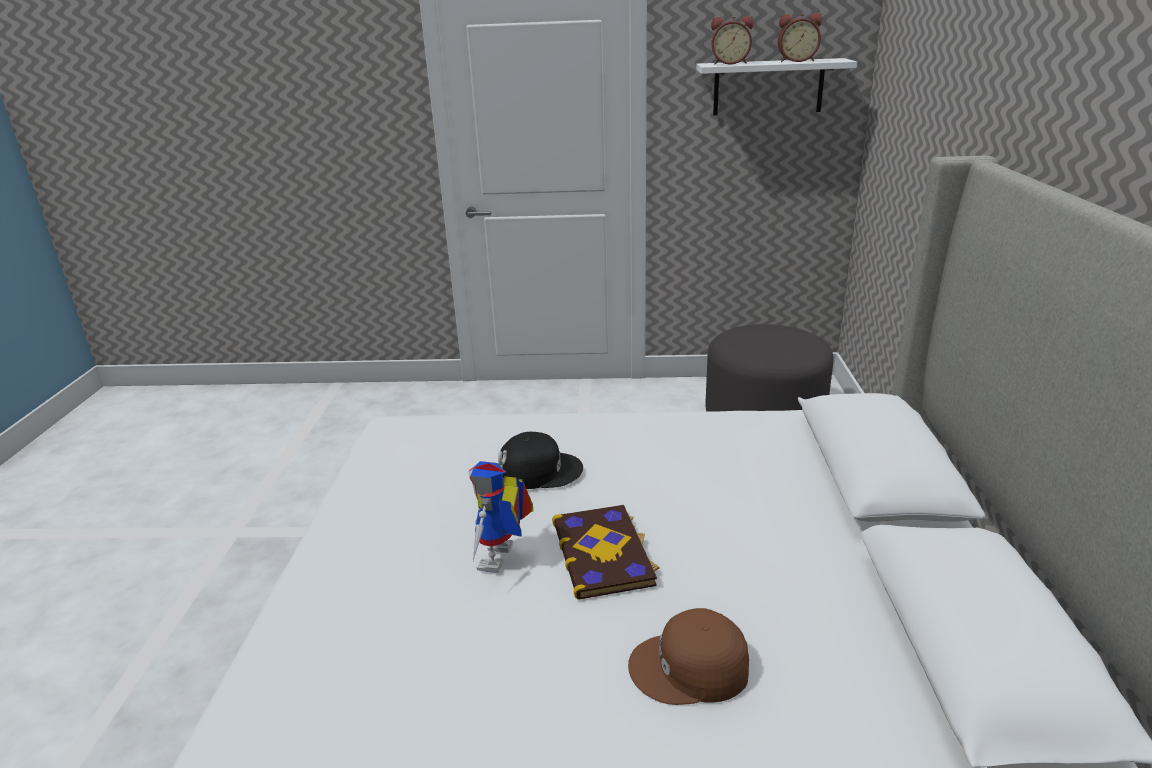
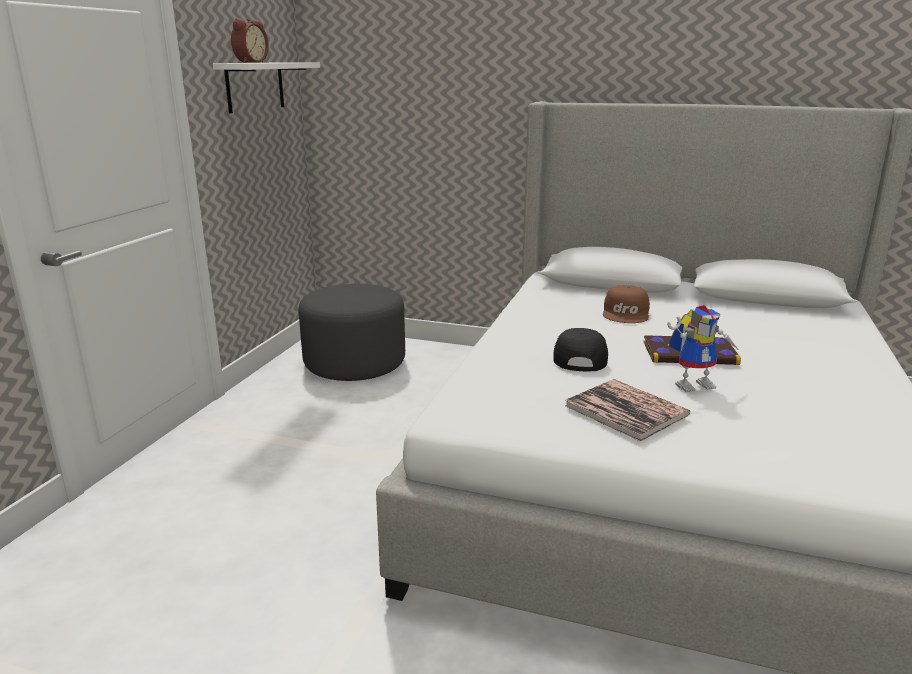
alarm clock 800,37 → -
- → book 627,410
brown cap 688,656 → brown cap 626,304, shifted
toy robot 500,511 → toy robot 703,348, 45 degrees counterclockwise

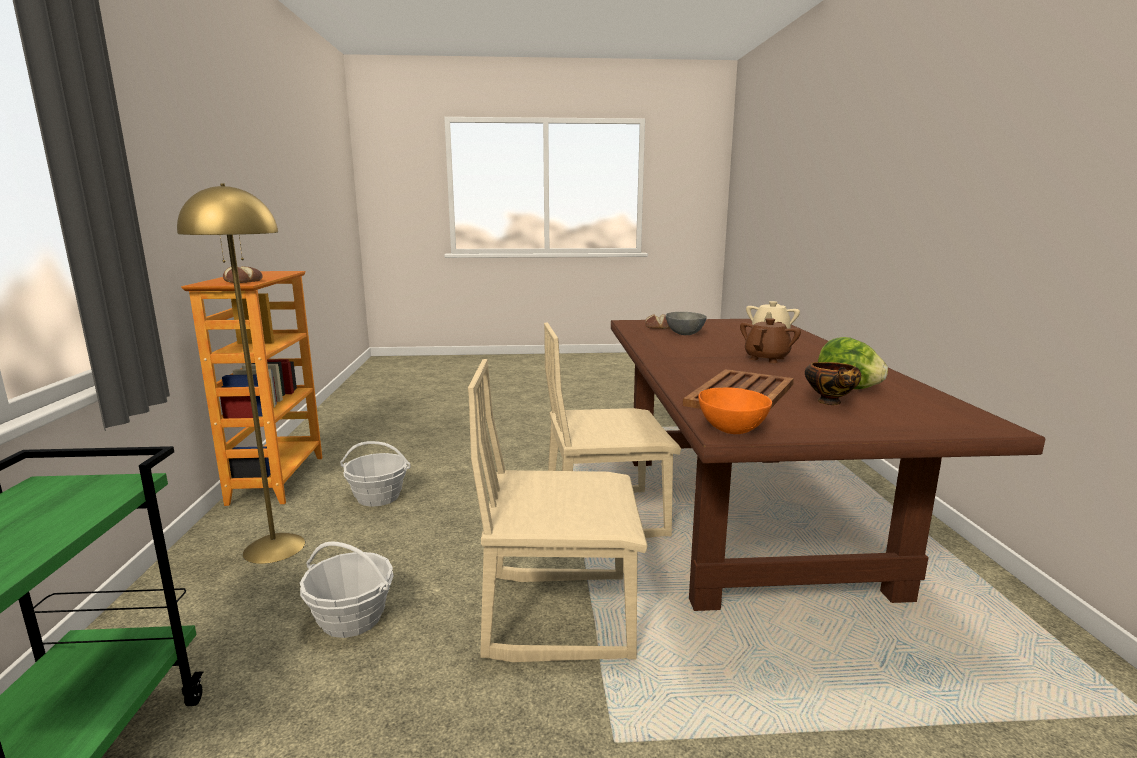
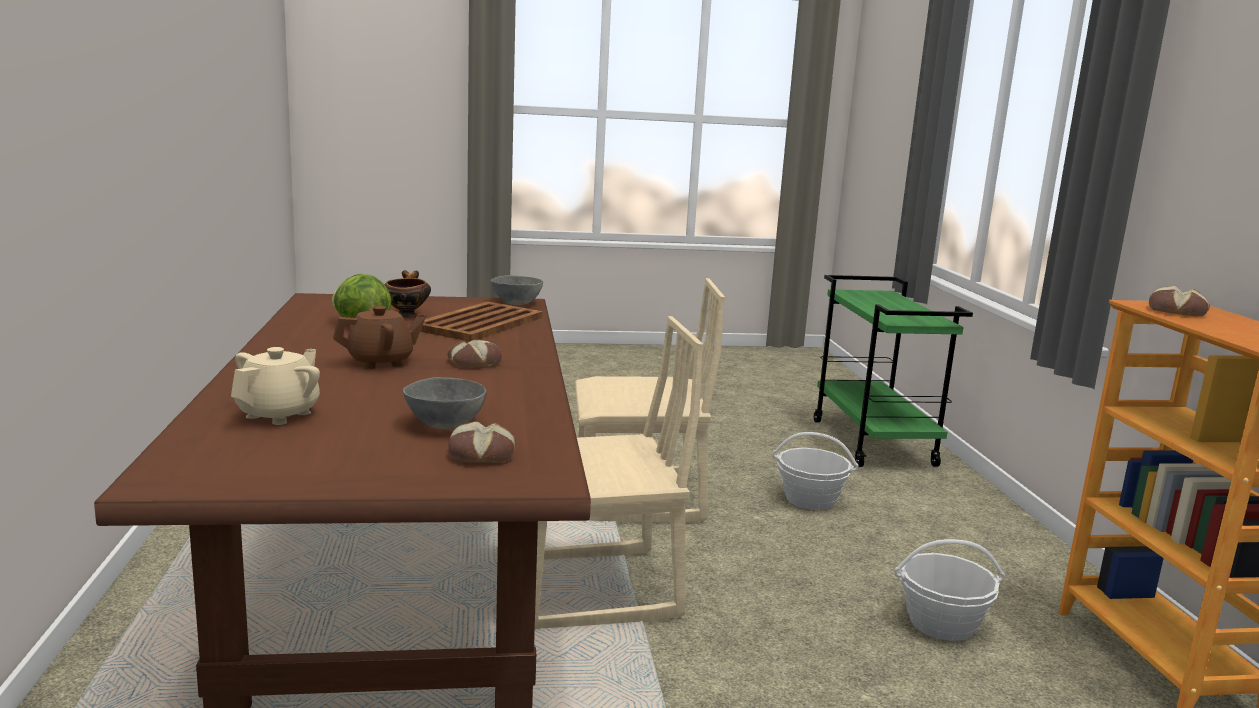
yellow floor lamp 241,373 → -
- → bread 474,354
orange bowl 735,411 → grey bowl 517,290
brown teapot 770,340 → brown teapot 379,337, 150 degrees counterclockwise

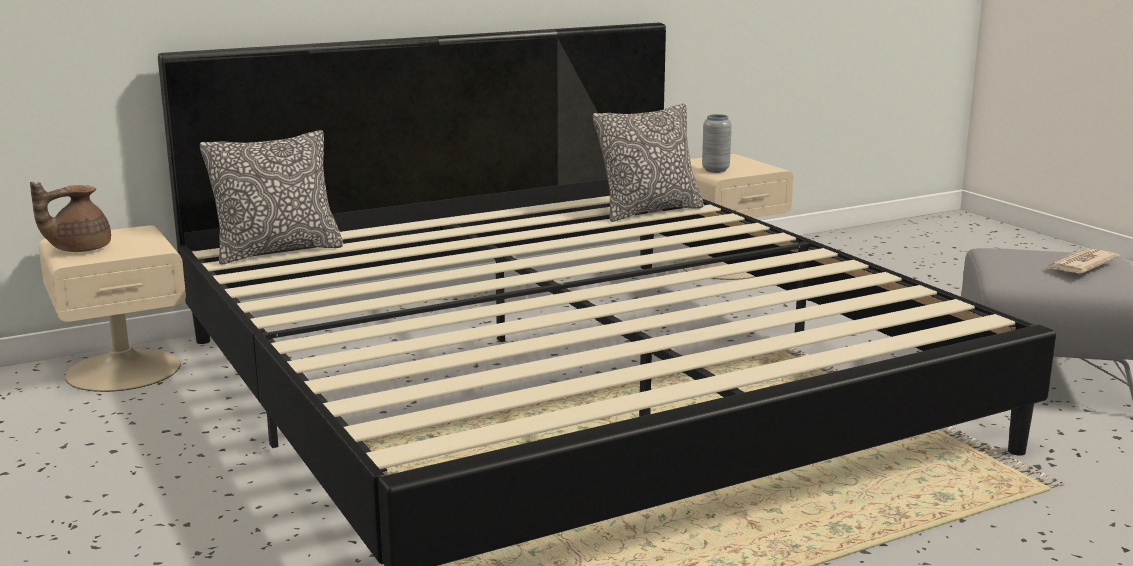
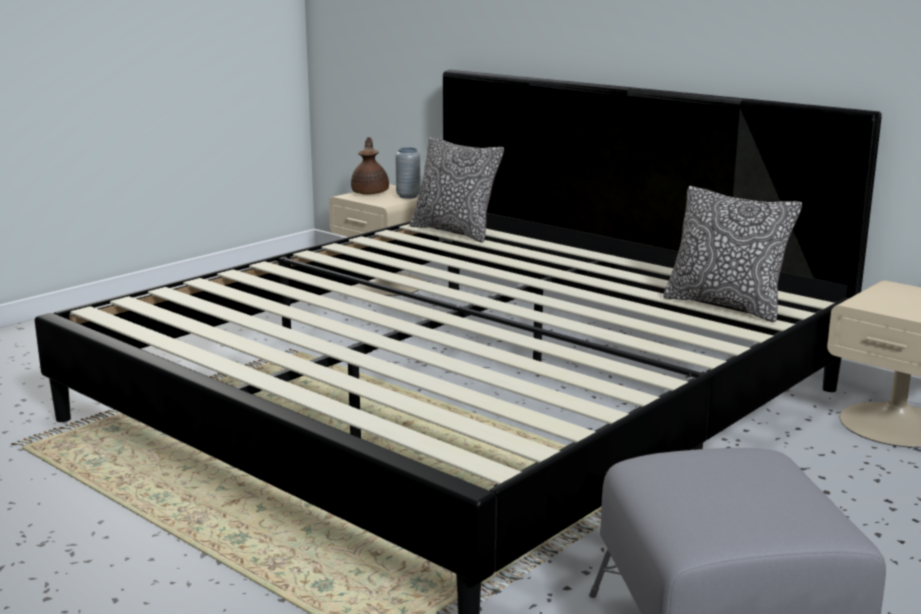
newspaper 1084,260 → -
grey vase 717,143 → grey vase 408,173, shifted
brown teapot 70,217 → brown teapot 370,166, 60 degrees clockwise

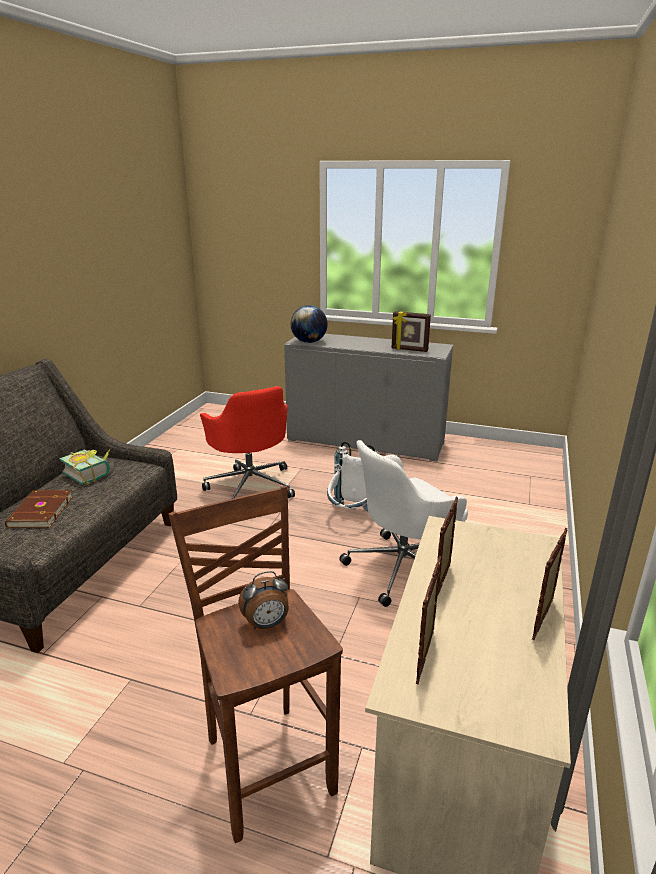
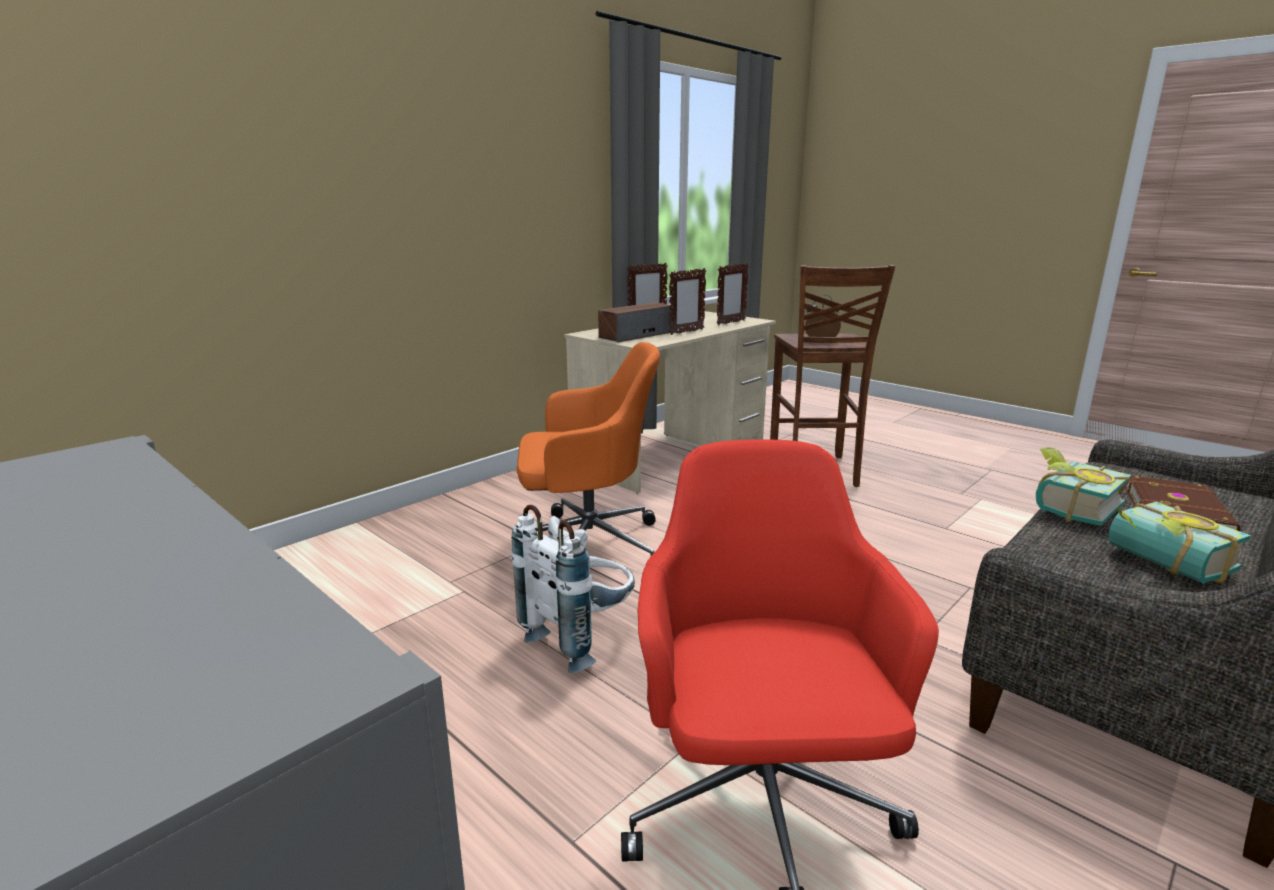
globe 309,324 → -
picture frame 411,331 → -
- → speaker 635,322
- → book 1083,486
white office chair 403,523 → orange office chair 588,449

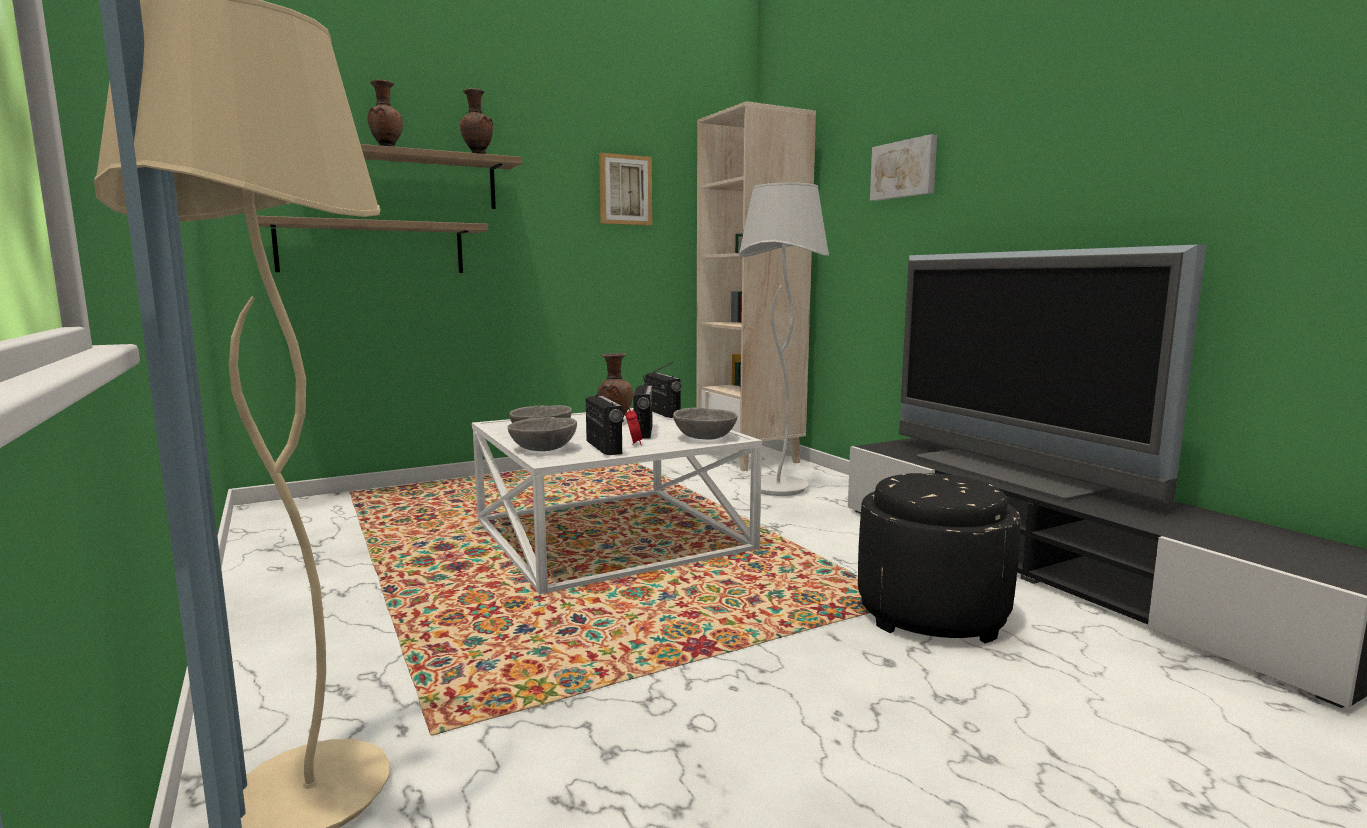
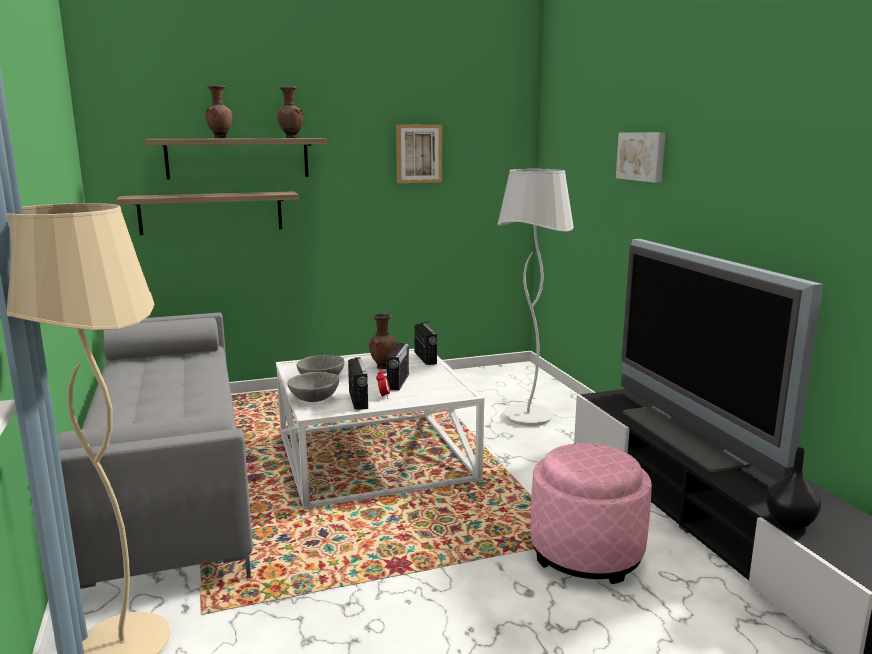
grey bowl 705,424 → -
beige bookcase 756,286 → -
- → grey sofa 155,451
- → black vase 793,488
black ottoman 939,558 → pink ottoman 591,513

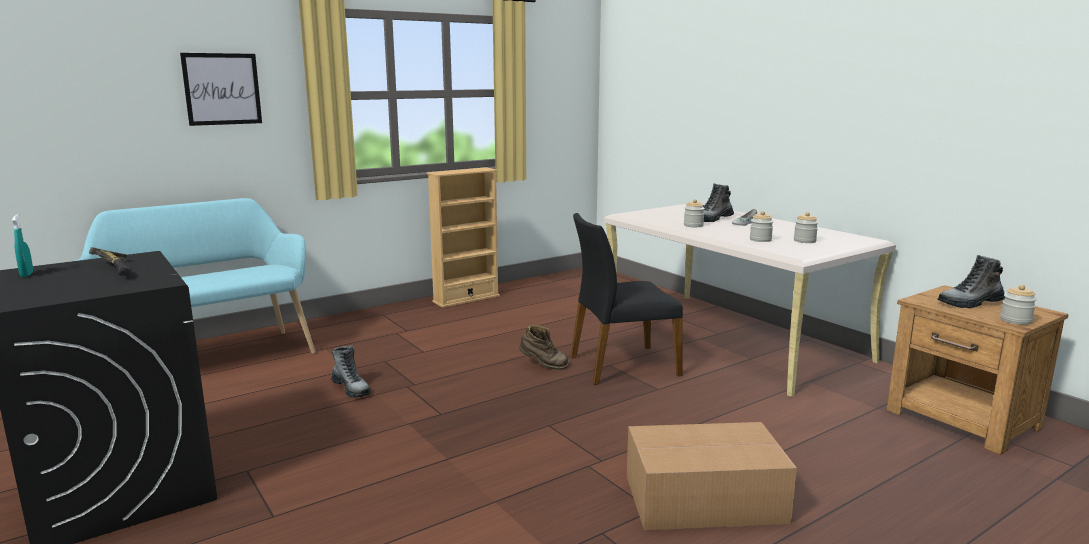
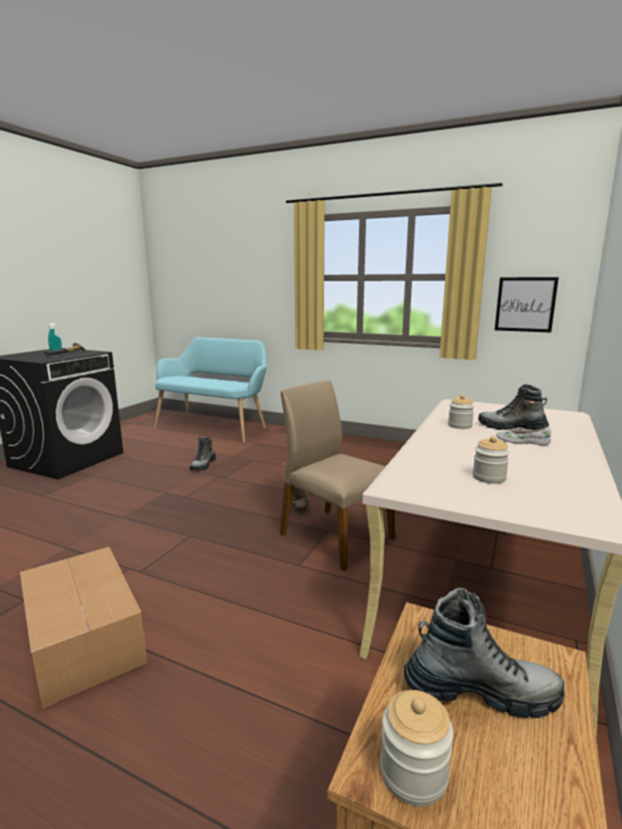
beige bookcase 463,237 → -
jar 762,226 → -
picture 221,89 → picture 527,305, shifted
black chair 627,299 → beige chair 337,476
boot 971,281 → boot 484,653, 135 degrees clockwise

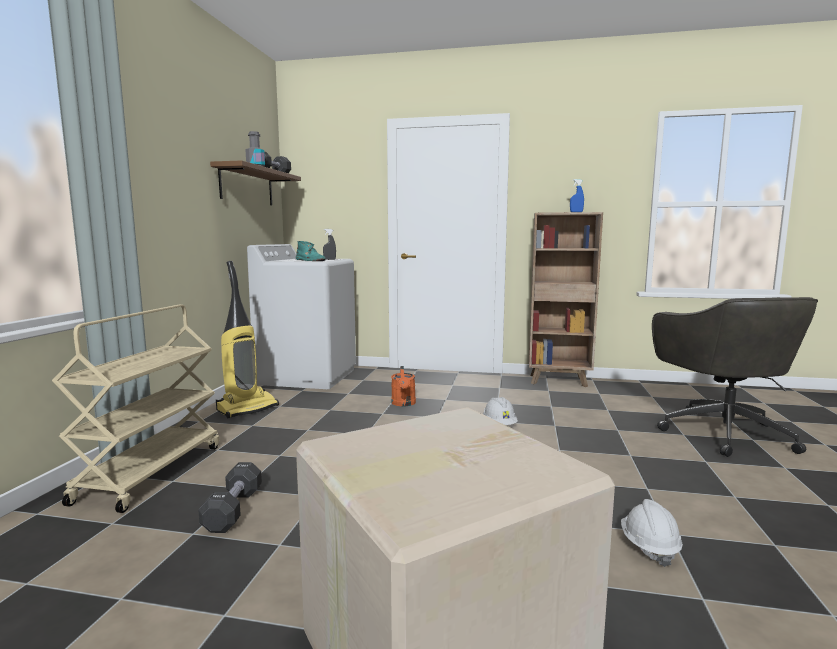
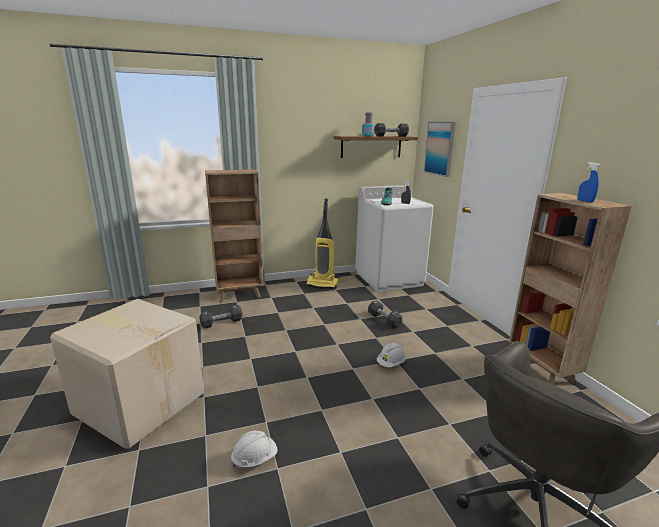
- → picture 440,149
beige cart 135,409 → brown bookcase 234,235
orange watering can 403,386 → black dumbbell 385,314

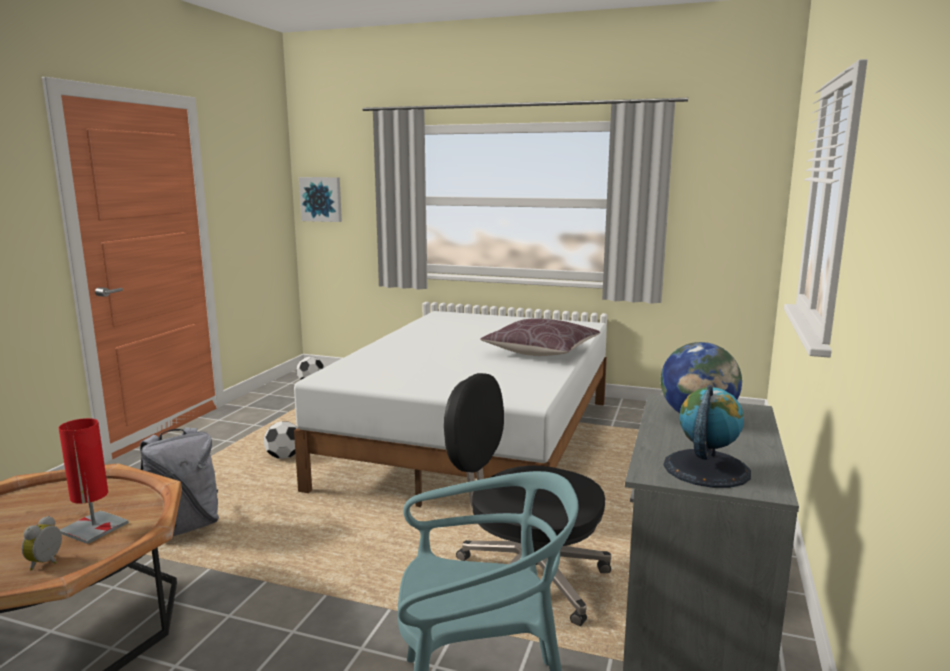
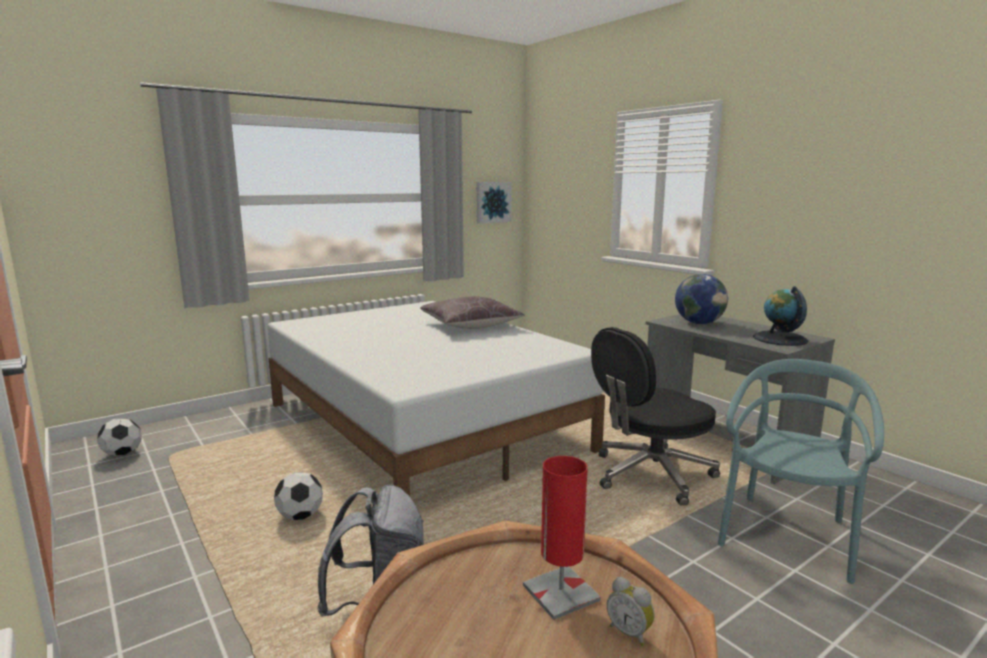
picture 320,199 → picture 494,203, shifted

